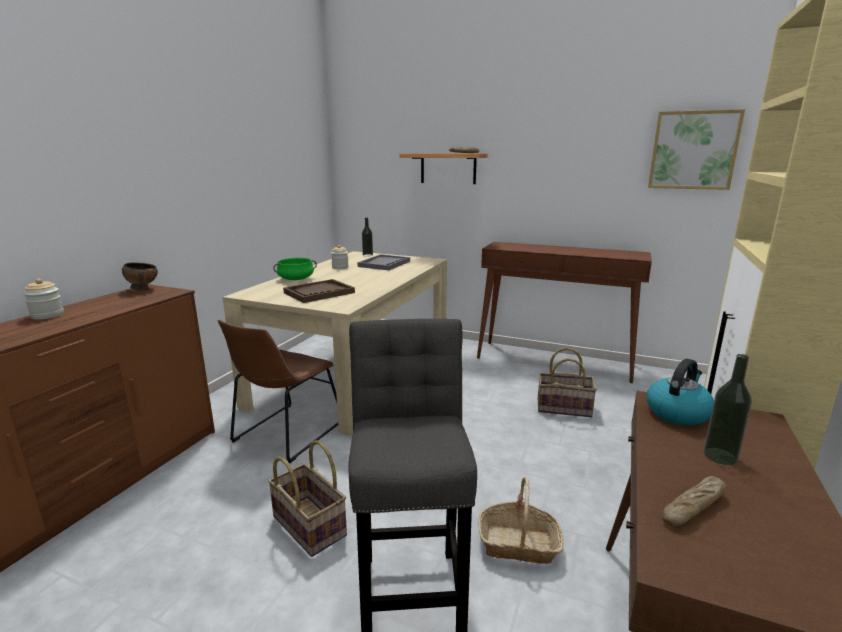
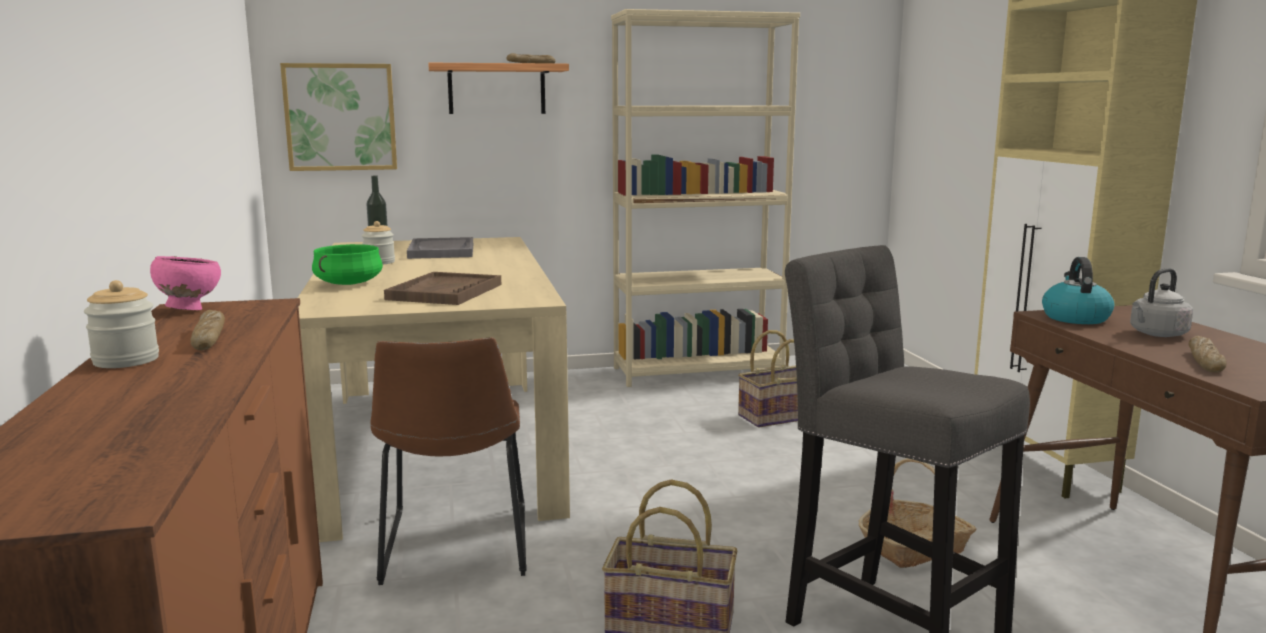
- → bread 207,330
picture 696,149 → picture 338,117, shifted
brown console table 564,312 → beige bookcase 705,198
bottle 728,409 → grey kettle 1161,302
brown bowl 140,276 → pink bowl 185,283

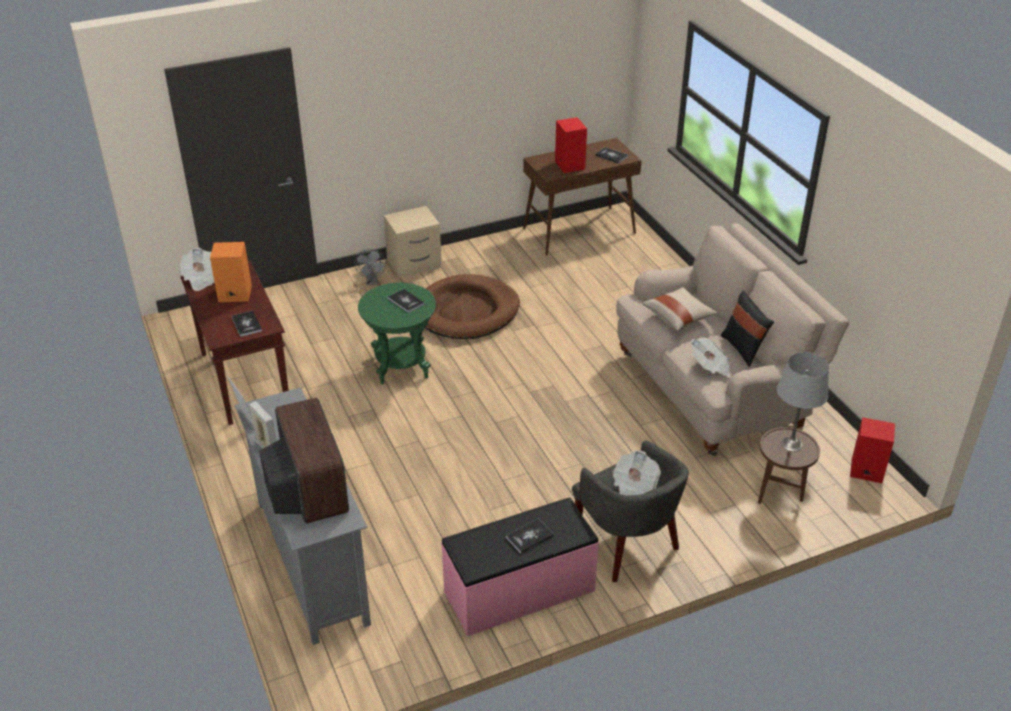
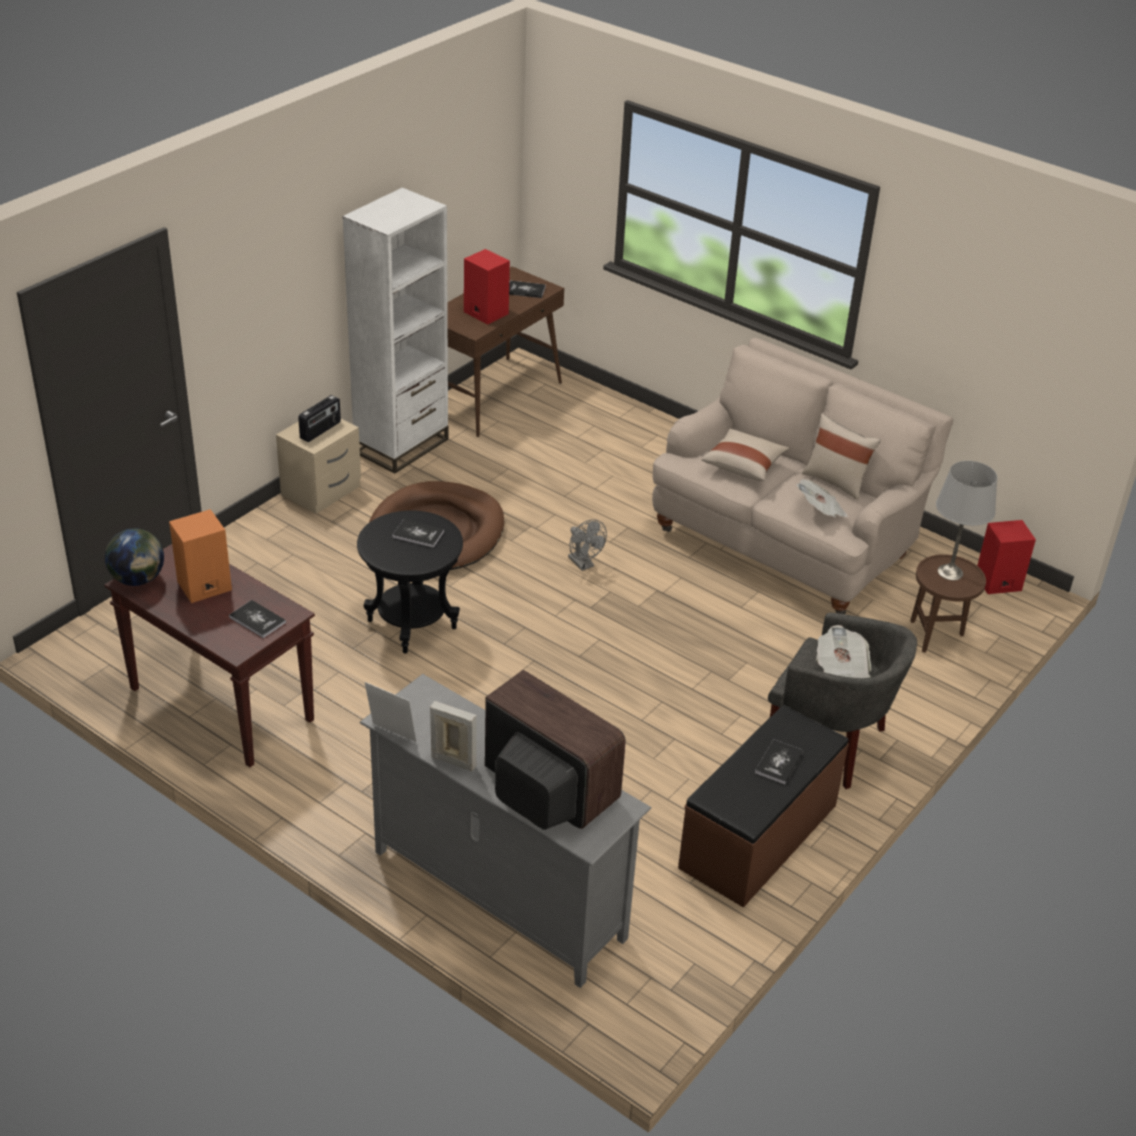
- → radio 319,418
- → white bookcase 395,330
grey fan 370,267 → grey fan 587,545, shifted
newspaper 197,269 → globe 134,557
green side table 397,333 → black side table 410,582
pink bench 520,567 → brown bench 763,806
black pillow 747,329 → beige pillow 841,456

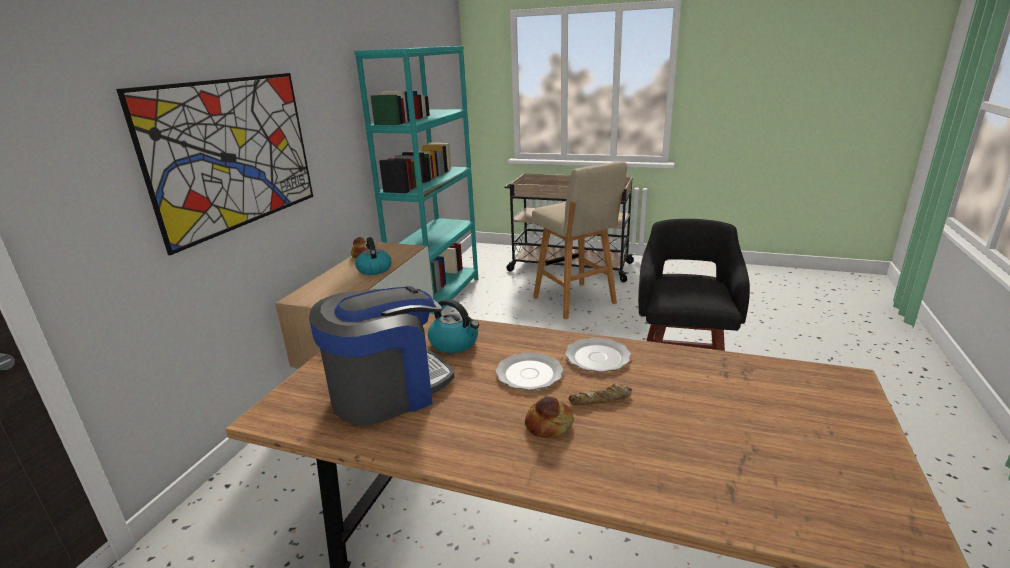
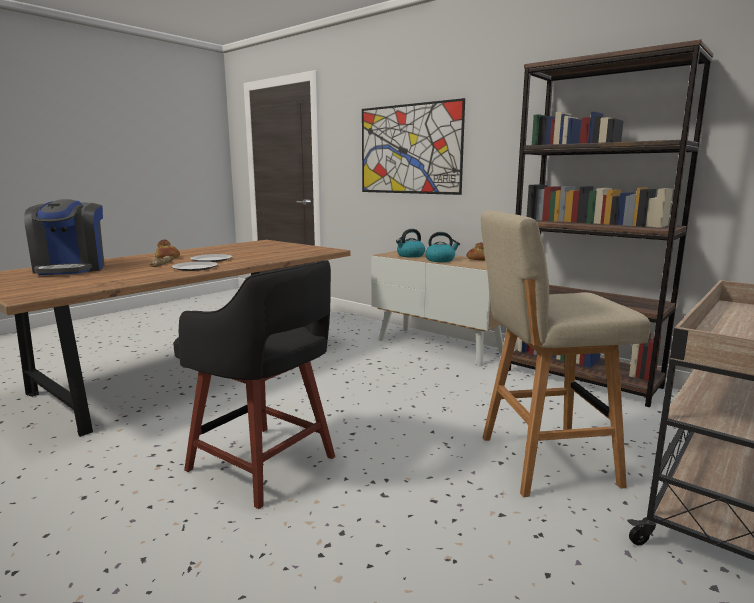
coffee machine 381,356 → coffee machine 64,237, shifted
kettle 453,326 → kettle 410,243, shifted
turquoise bookcase 416,180 → brown bookcase 611,223

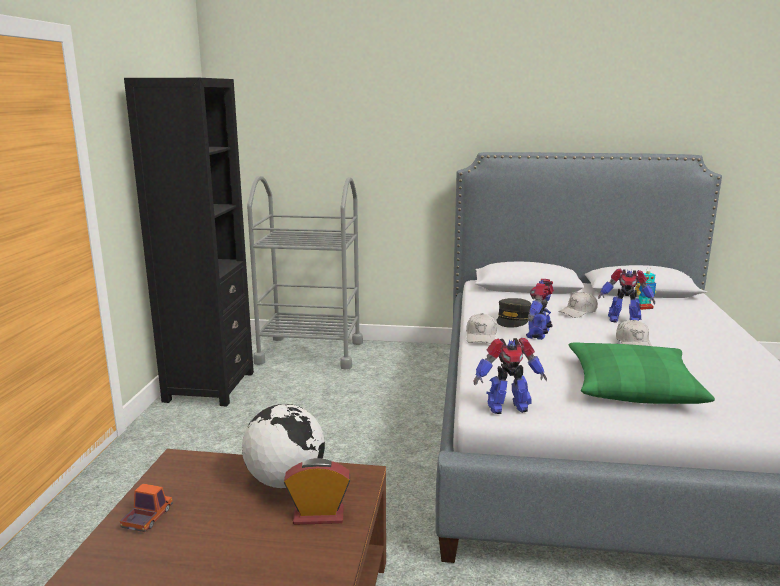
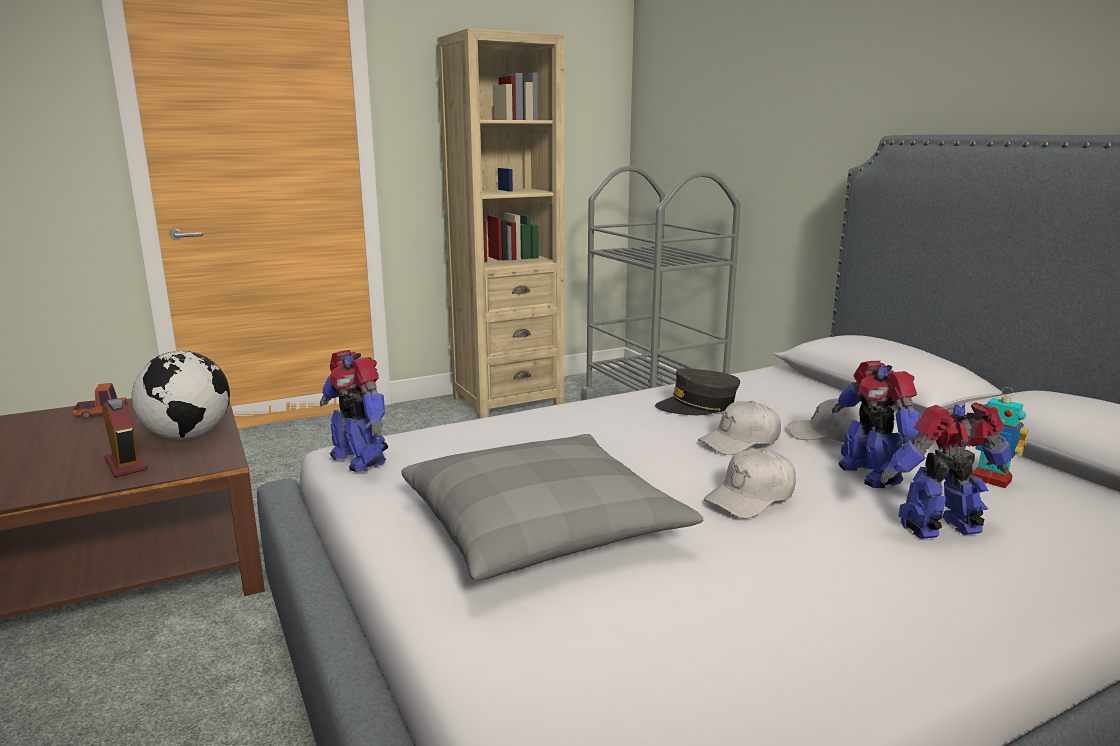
white cap 481,328 → white cap 739,428, shifted
toy robot 540,309 → toy robot 946,470, shifted
black bookcase 189,242 → beige bookcase 501,223
green pillow 642,373 → grey pillow 552,507

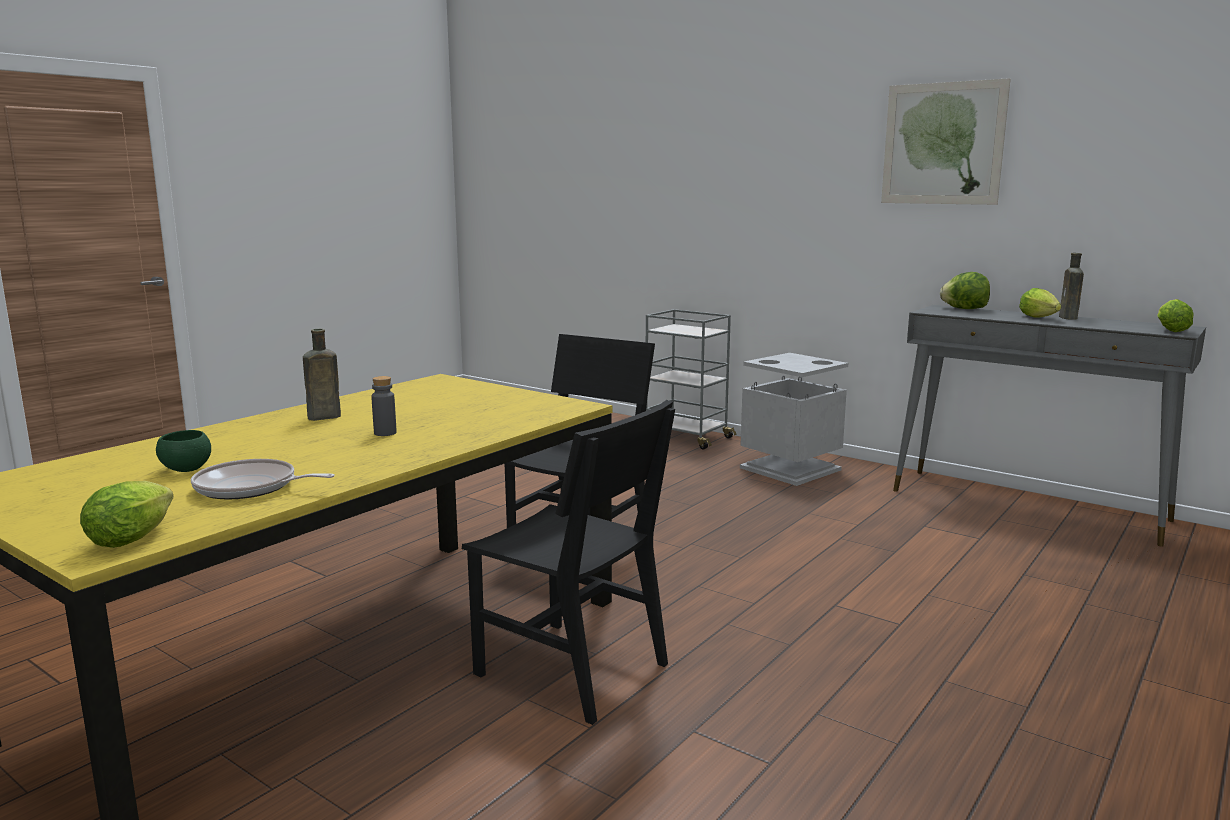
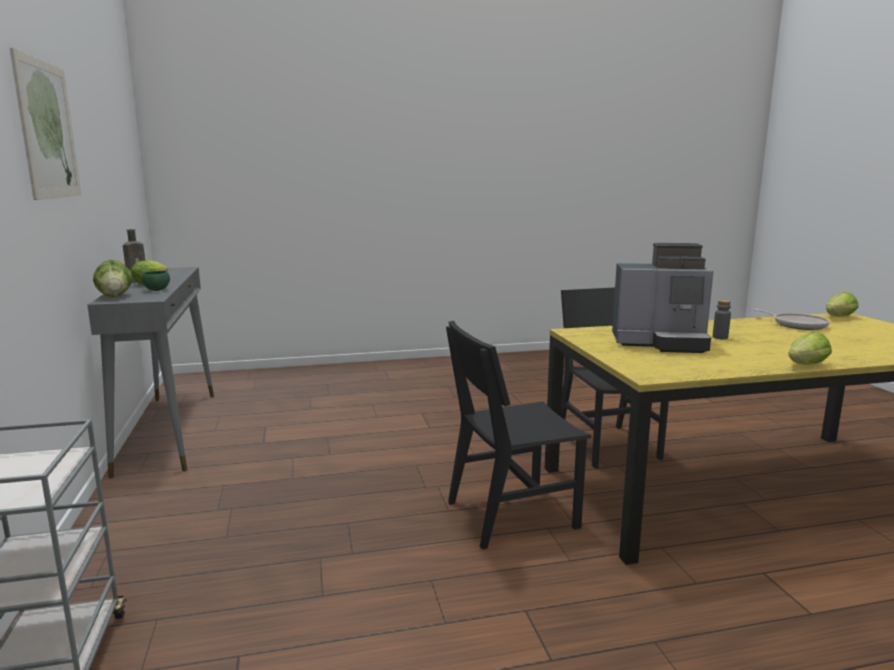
brown bottle 322,375 → -
grey trash can 794,419 → -
- → coffee machine 663,298
green bowl 183,451 → green bowl 156,281, shifted
lettuce 1175,315 → lettuce 810,348, shifted

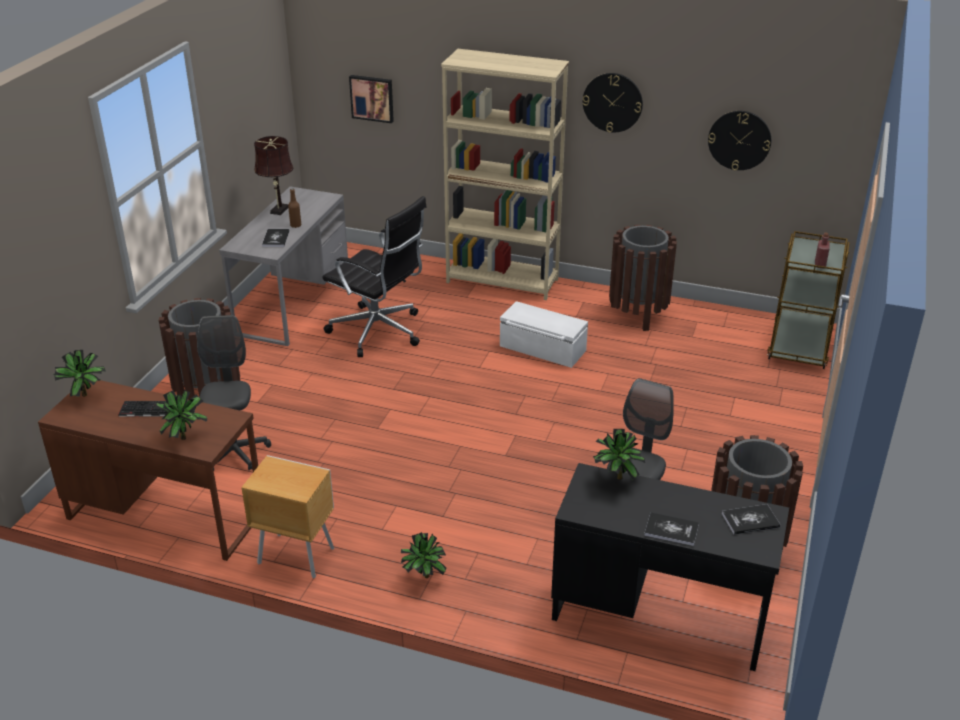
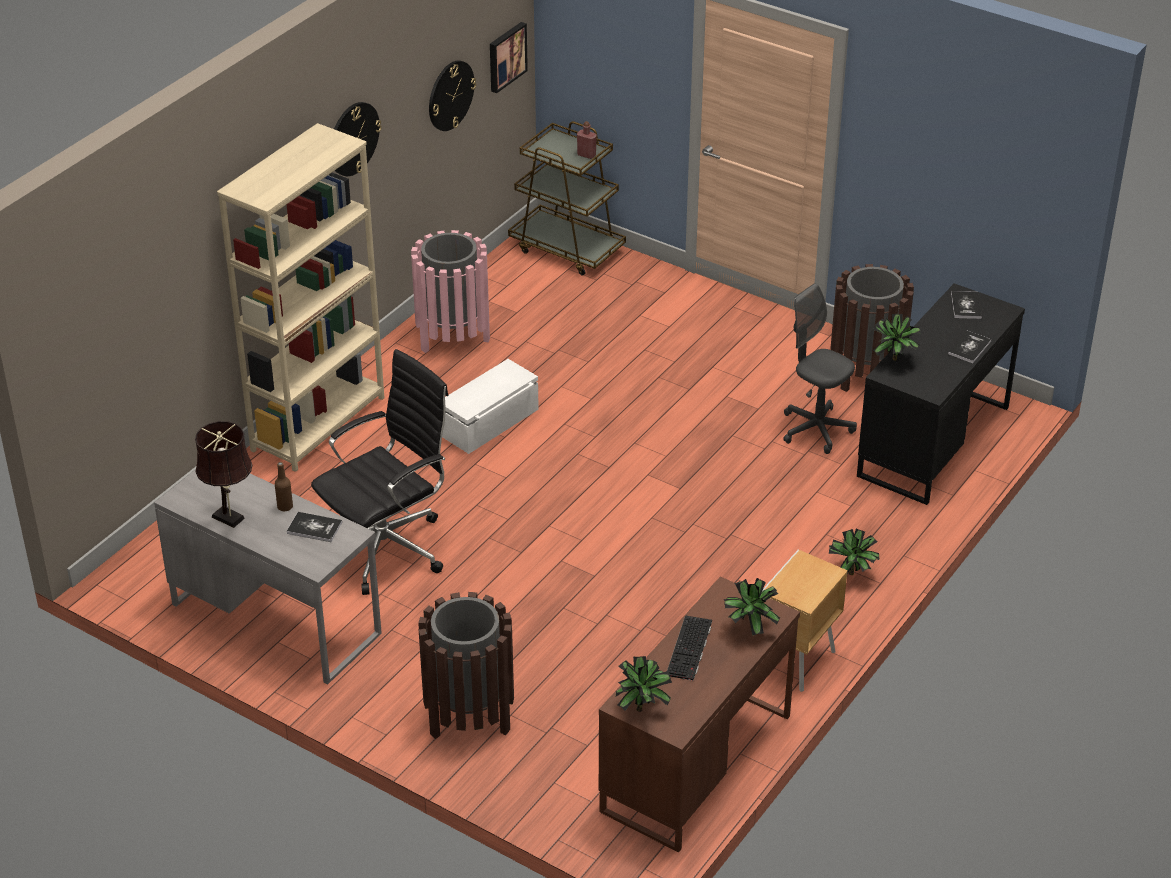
grey office chair 234,392 → -
picture 371,99 → picture 509,57, shifted
brown trash can 643,278 → pink trash can 450,291

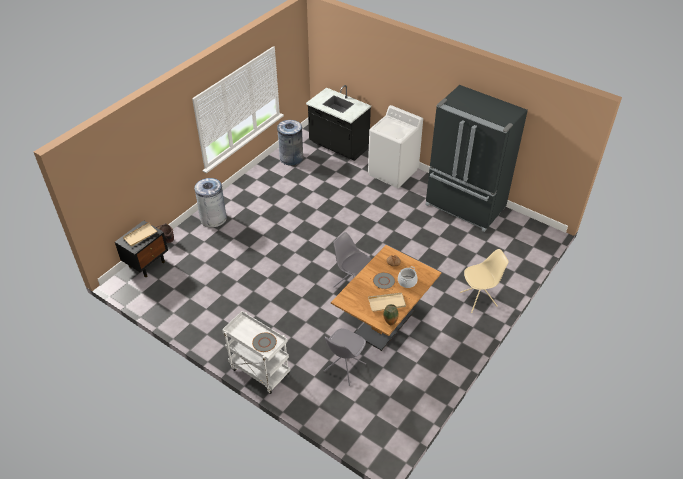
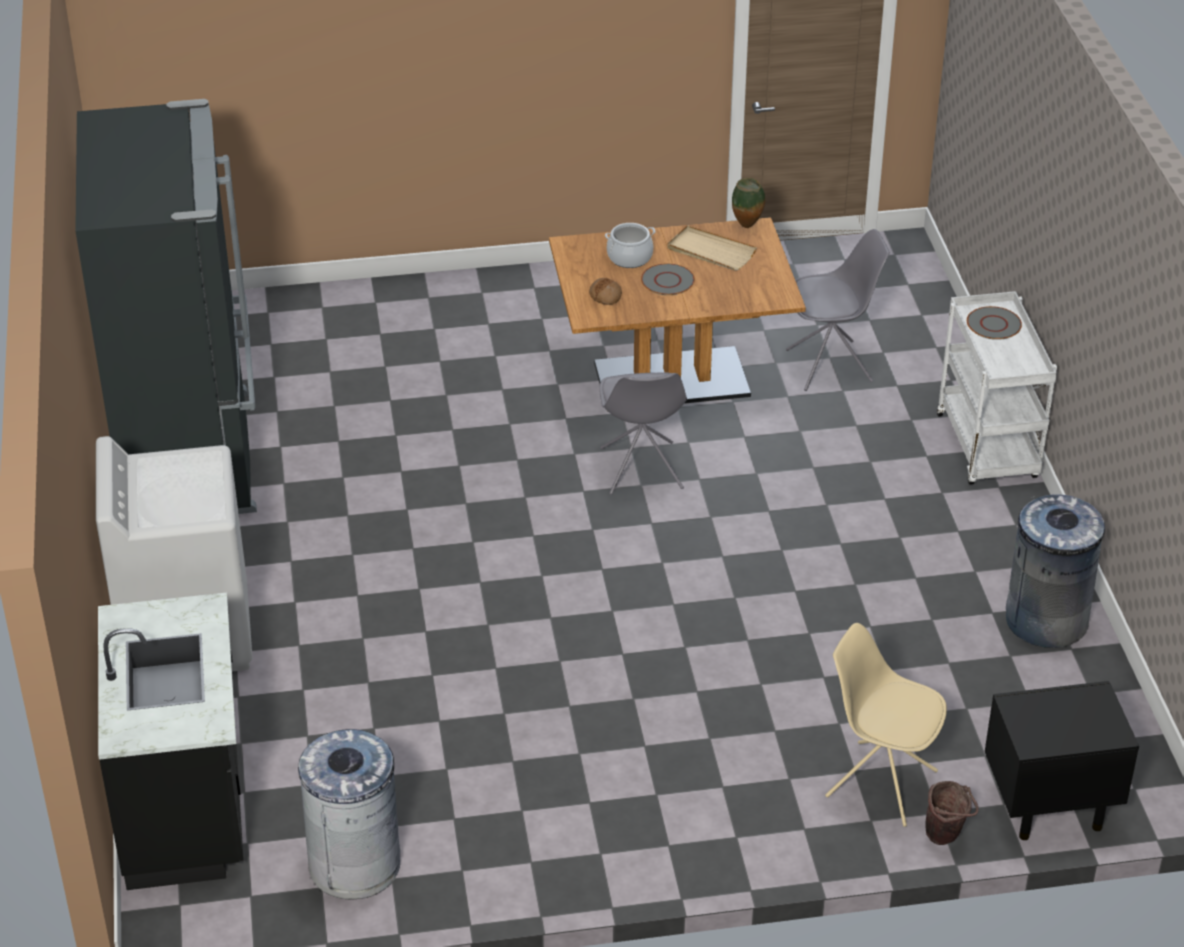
beige tray 140,234 → -
grey trash can 210,203 → grey trash can 1055,571, shifted
beige chair 484,281 → beige chair 886,725, shifted

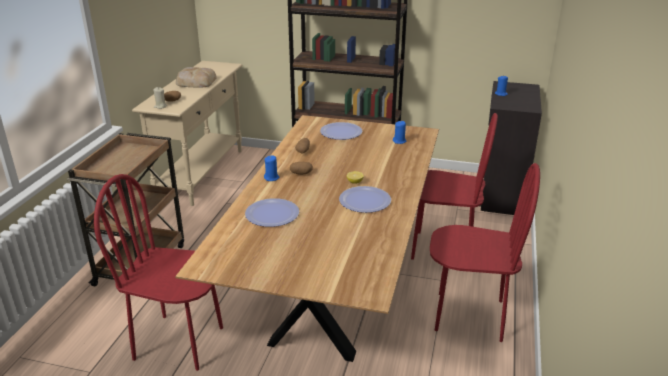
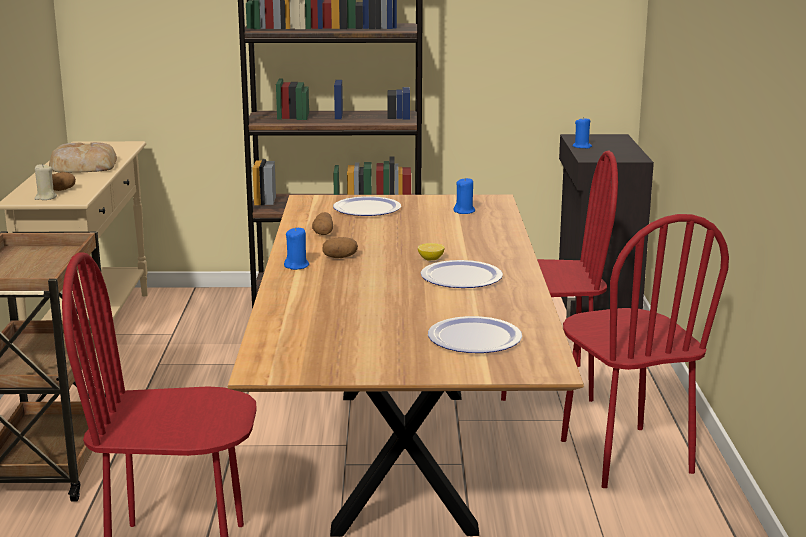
plate 272,212 → plate 475,334, shifted
red chair 485,252 → red chair 645,351, 75 degrees clockwise

